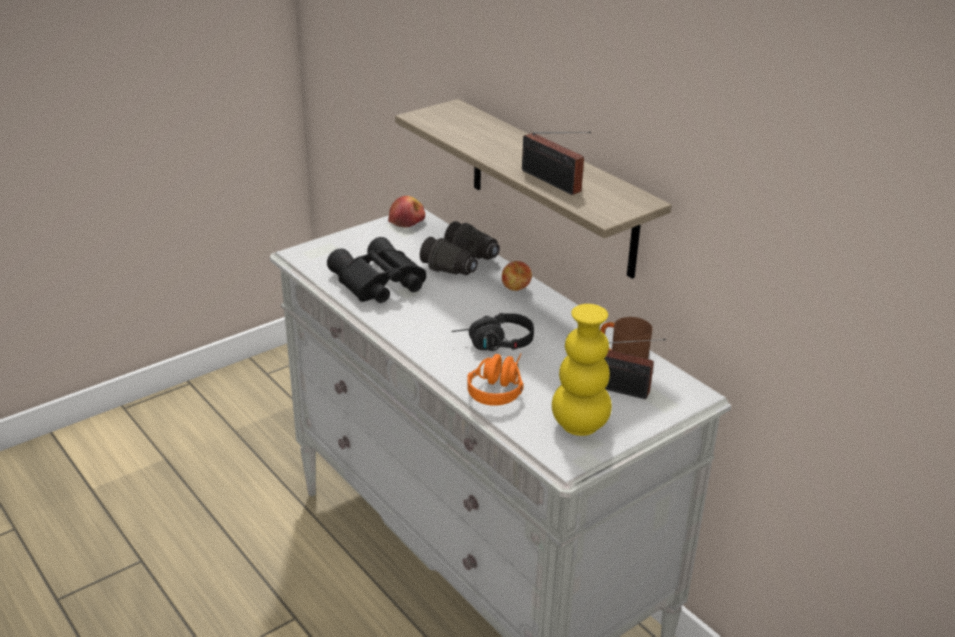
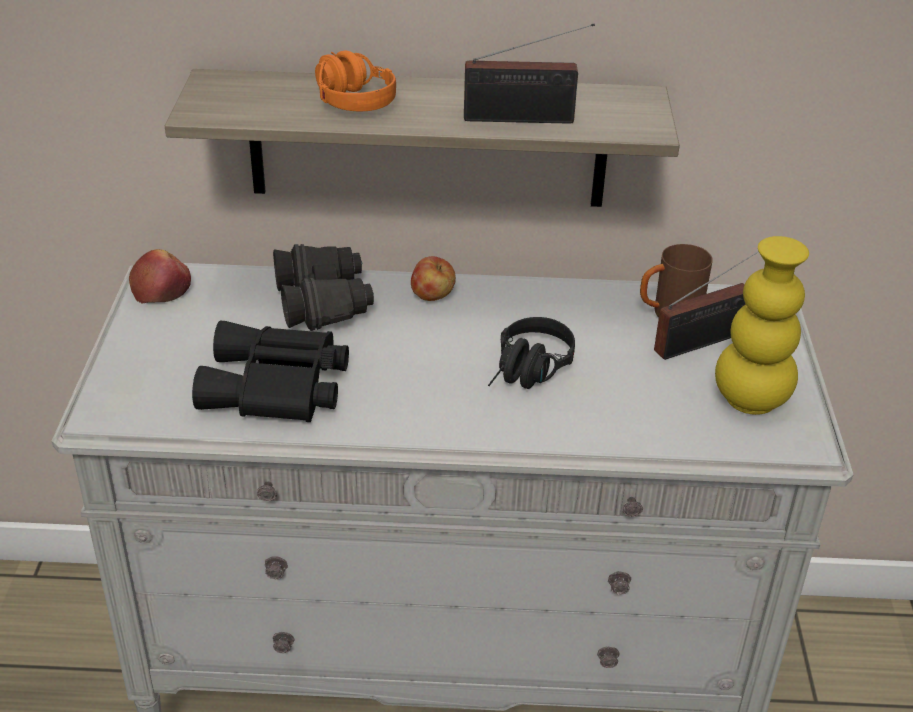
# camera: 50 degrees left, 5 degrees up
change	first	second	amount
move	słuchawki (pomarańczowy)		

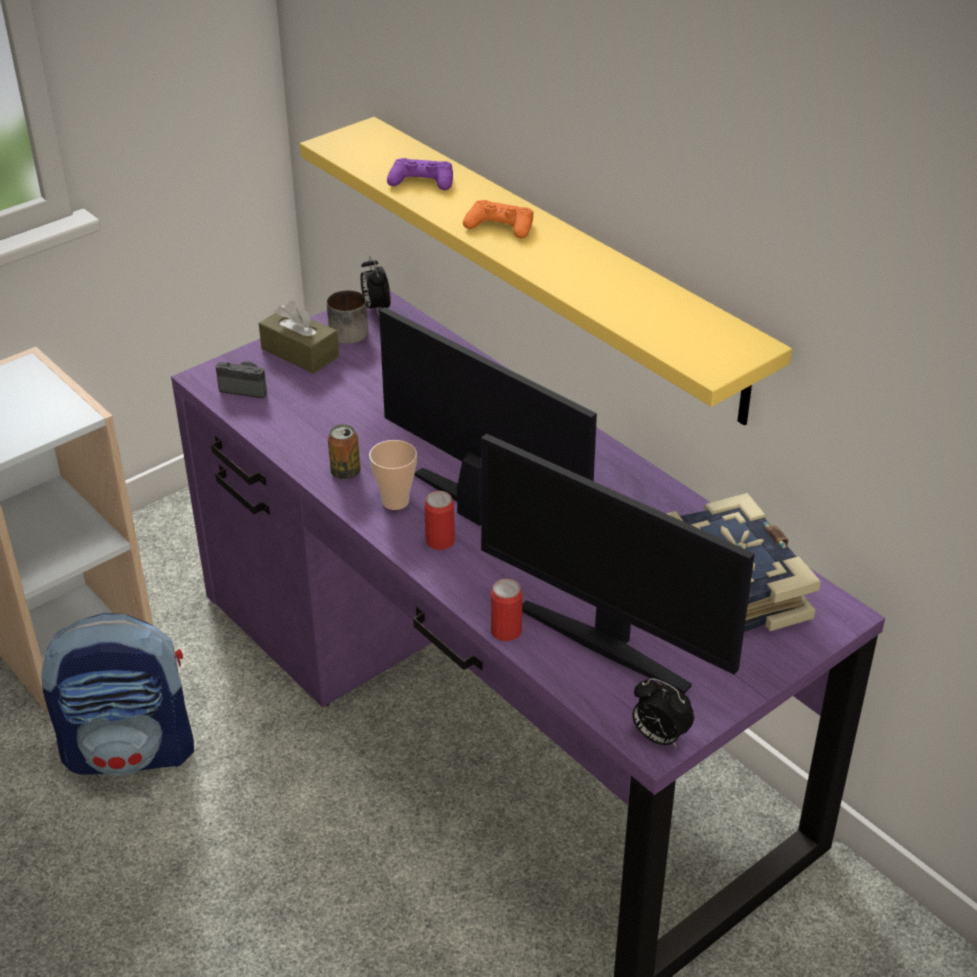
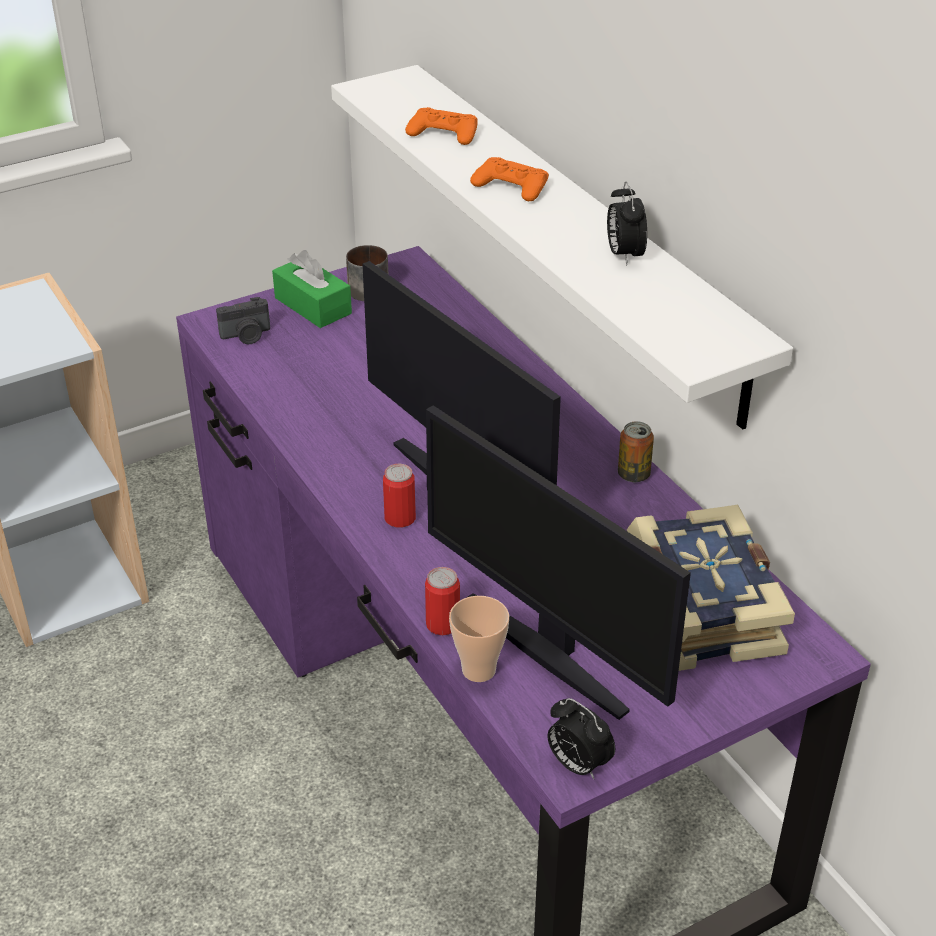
# camera: 10 degrees right, 0 degrees up
change	first	second	amount
delete	plecak		
move	puszka (1st from left in the first image)	puszka (3rd from left)	
move	budzik (1st from left in the first image)	budzik (2nd from left)	
move	filiżanka		
recolor	pudełko chusteczek (brązowy)	pudełko chusteczek (zielony)	
recolor	półka (żółty)	półka (biały)	
recolor	pad do gier (fioletowy)	pad do gier (pomarańczowy) (1st from left)	
rotate	aparat fotograficzny		135 degrees clockwise

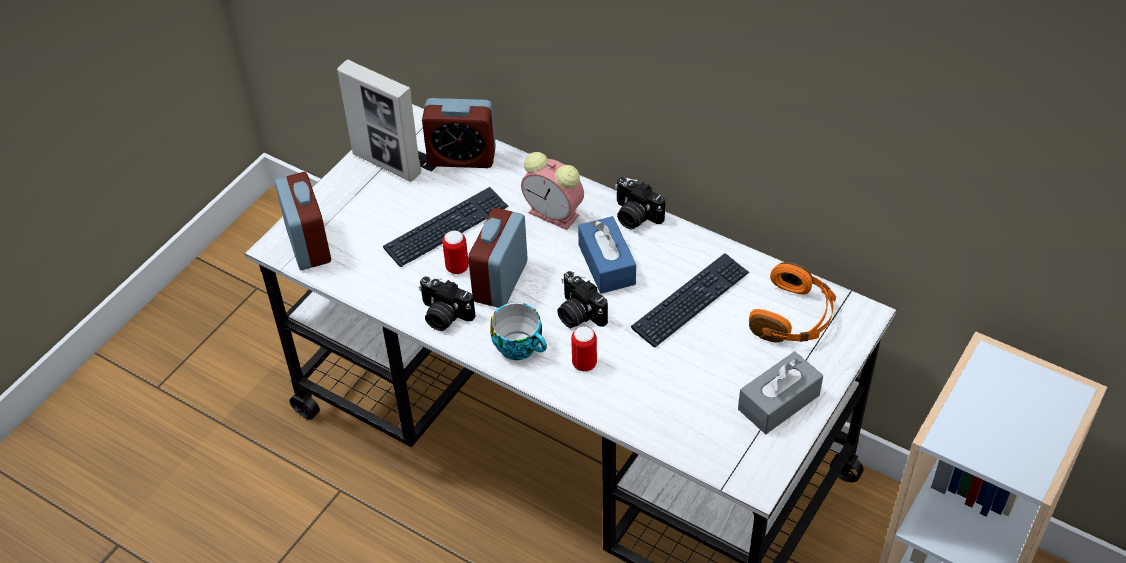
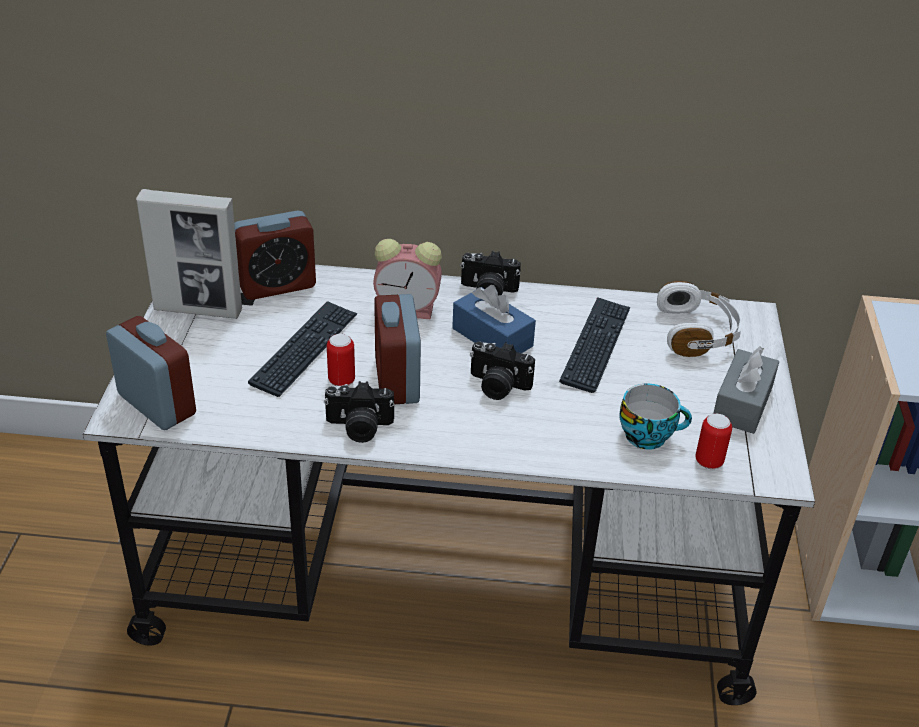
# camera: 30 degrees left, 10 degrees down
change	first	second	amount
move	filiżanka		
move	puszka (2nd from left)		
recolor	słuchawki (pomarańczowy)	słuchawki (biały)	

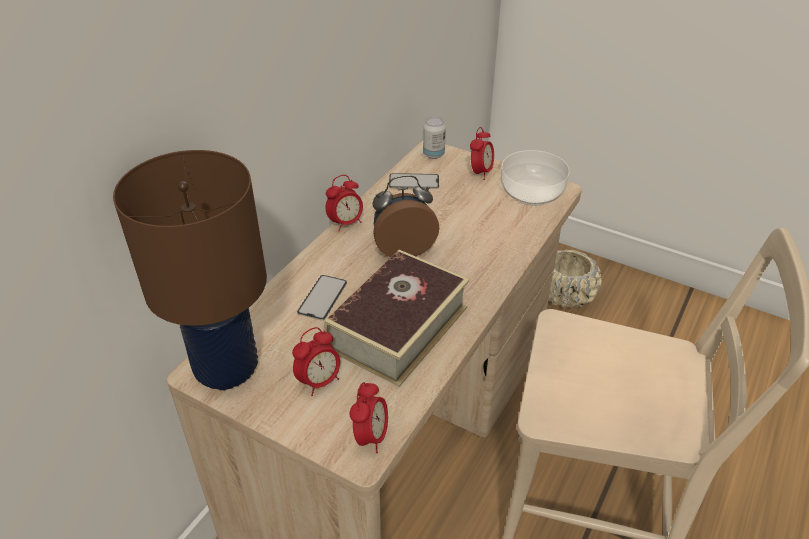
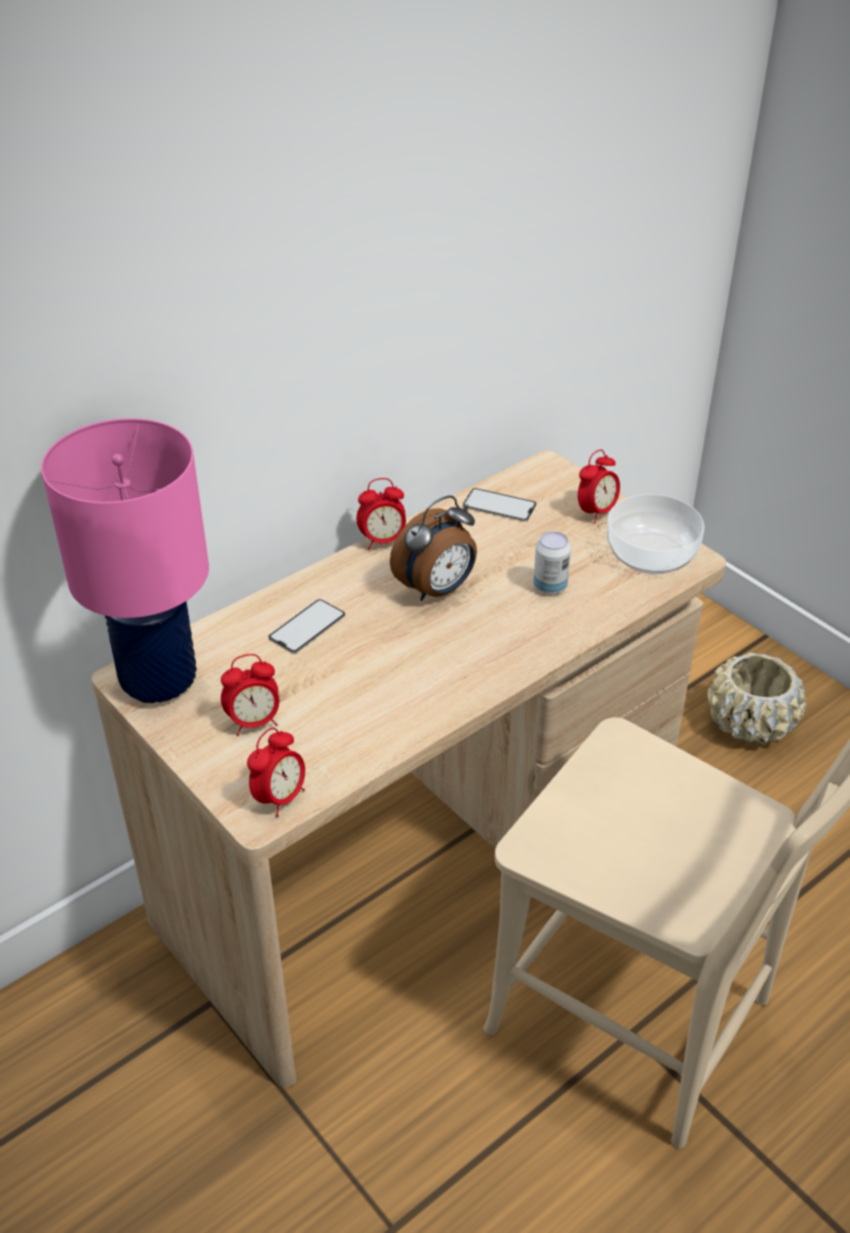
# camera: 20 degrees right, 0 degrees up
change	first	second	amount
delete	książka		
move	puszka		
recolor	lampa stołowa (brązowy)	lampa stołowa (różowy)	
rotate	budzik (4th from left)		135 degrees clockwise

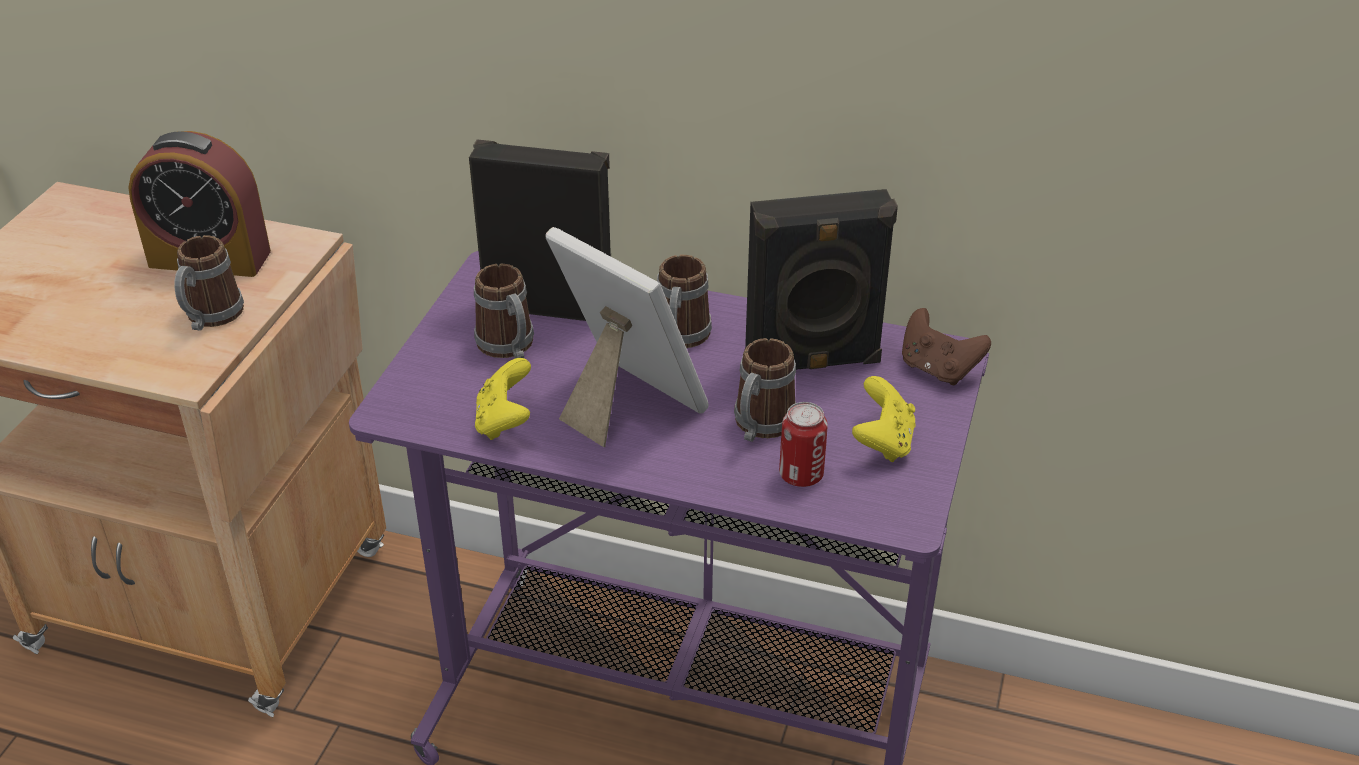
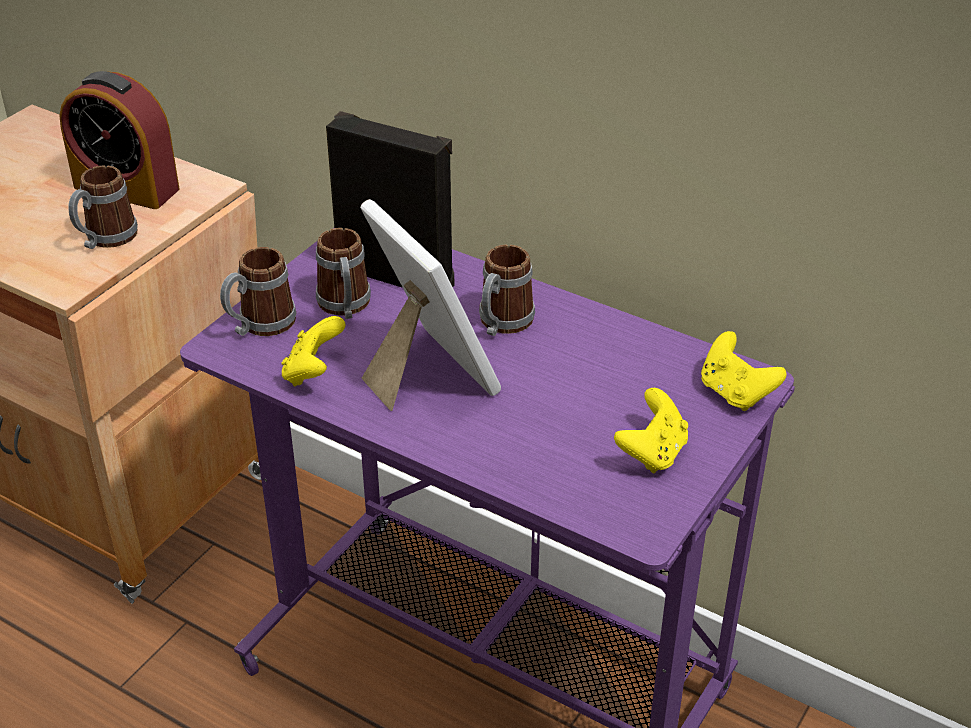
# camera: 15 degrees right, 0 degrees up
change	first	second	amount
delete	głośnik (czarny) (2nd from left)		
delete	puszka		
move	kubek (4th from left in the first image)	kubek (2nd from left)	
recolor	pad do gier (brązowy)	pad do gier (żółty) (3rd from left)	

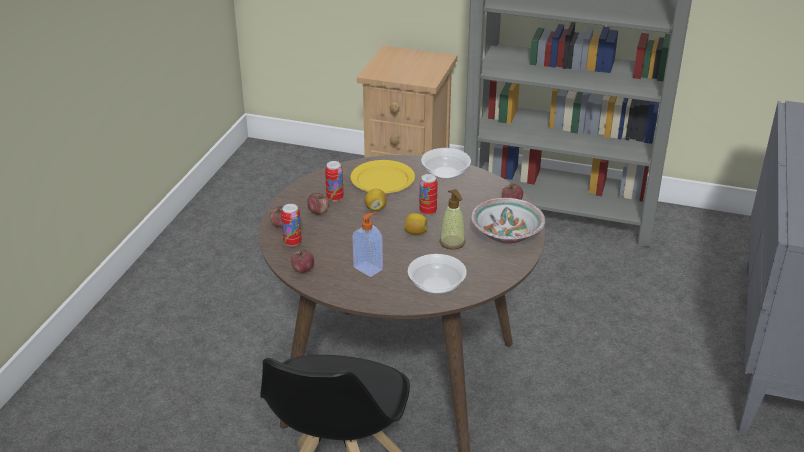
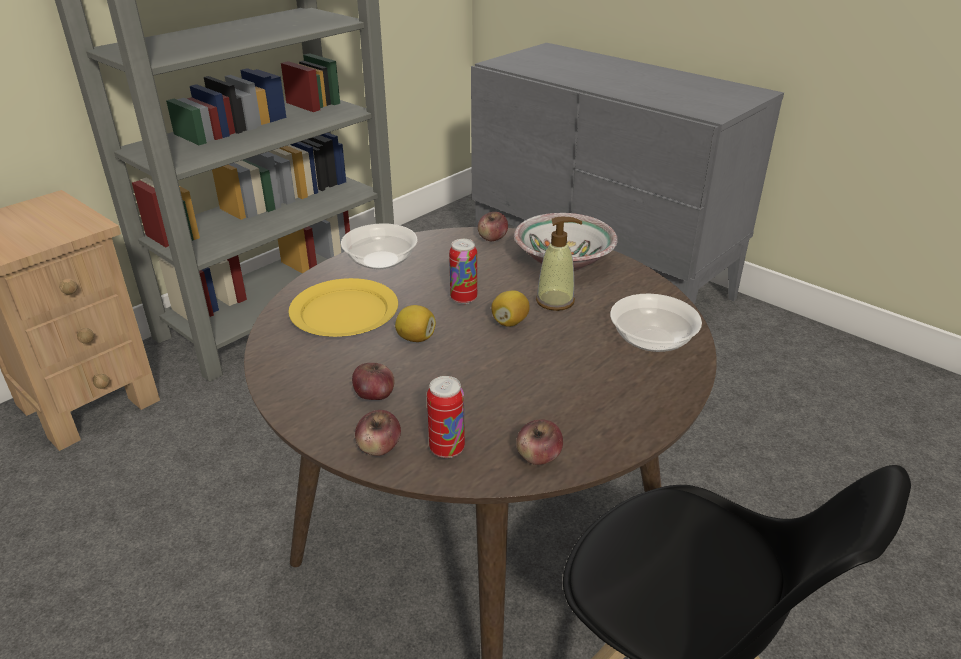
# camera: 65 degrees left, 0 degrees up
change	first	second	amount
delete	puszka (2nd from left)		
delete	dozownik mydła (1st from left)		

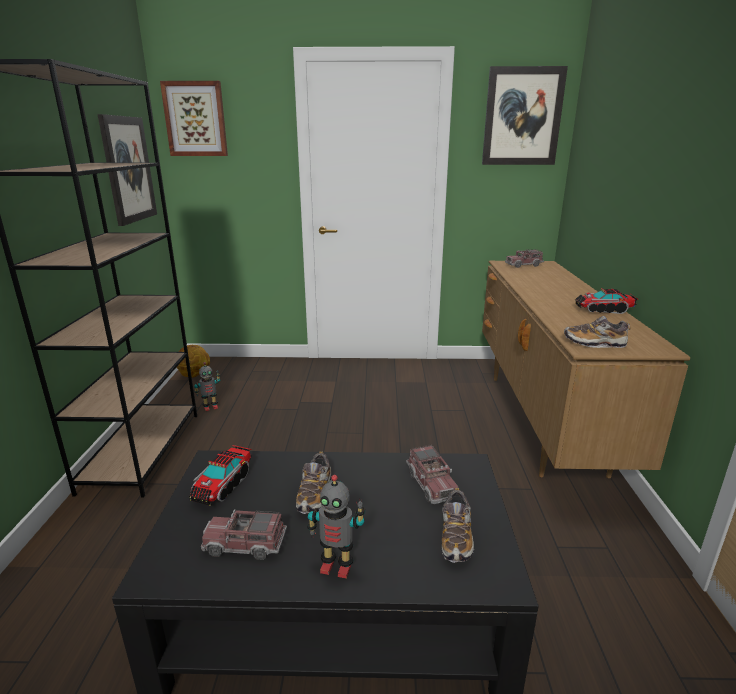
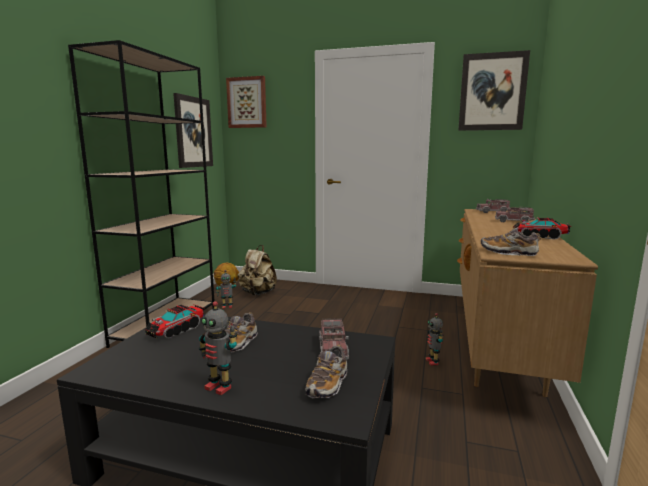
# camera: 15 degrees right, 10 degrees down
change	first	second	amount
insert		plecak (beżowy)	
insert		robot zabawkowy (3rd from left)	
move	ciężarówka zabawkowa (2nd from left in the first image)	ciężarówka zabawkowa (4th from left)	

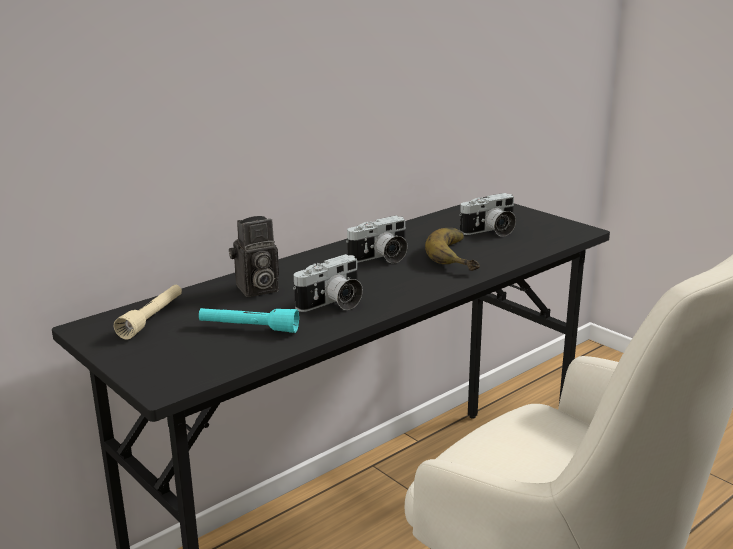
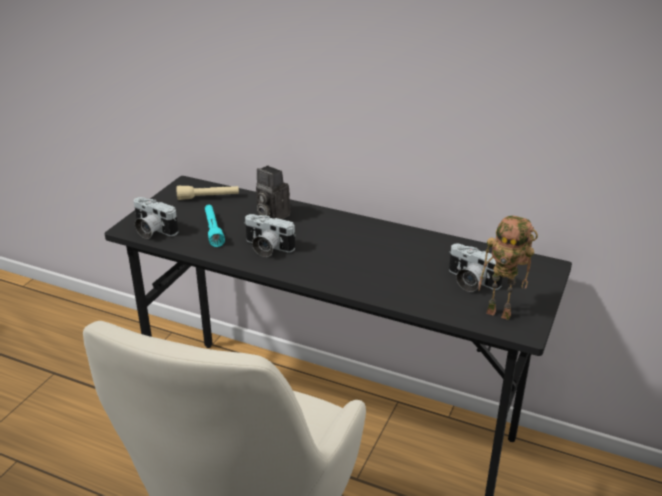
# camera: 65 degrees right, 10 degrees up
change	first	second	amount
delete	banan		
insert		robot zabawkowy	
move	aparat fotograficzny (3rd from left in the first image)	aparat fotograficzny (1st from left)	

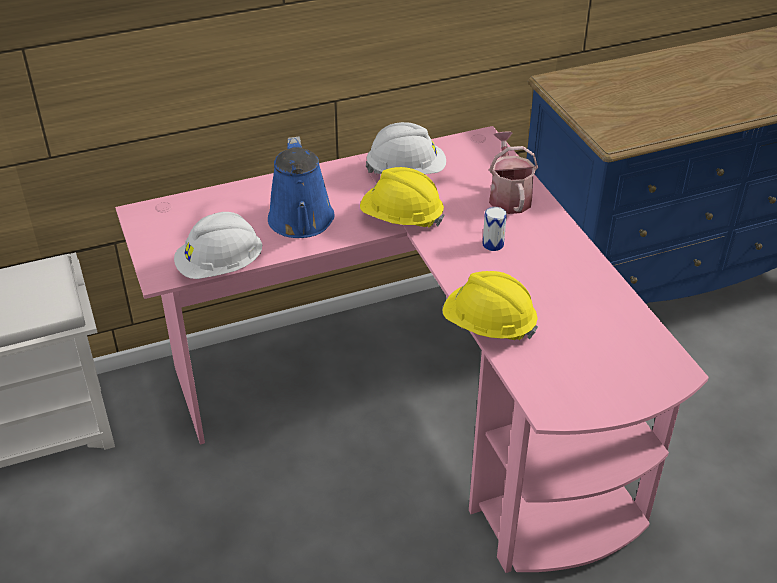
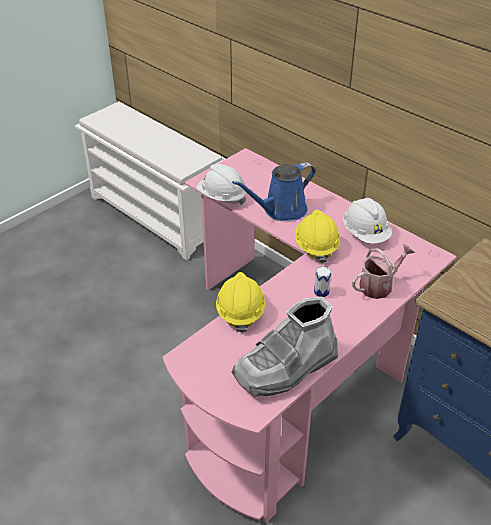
# camera: 65 degrees right, 0 degrees up
change	first	second	amount
insert		but z cholewką (szary)	

